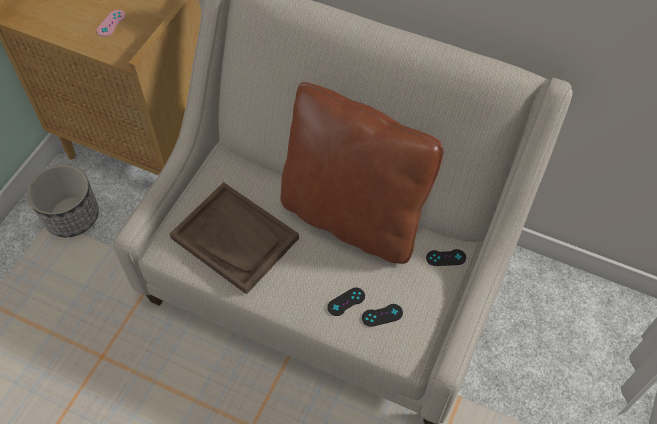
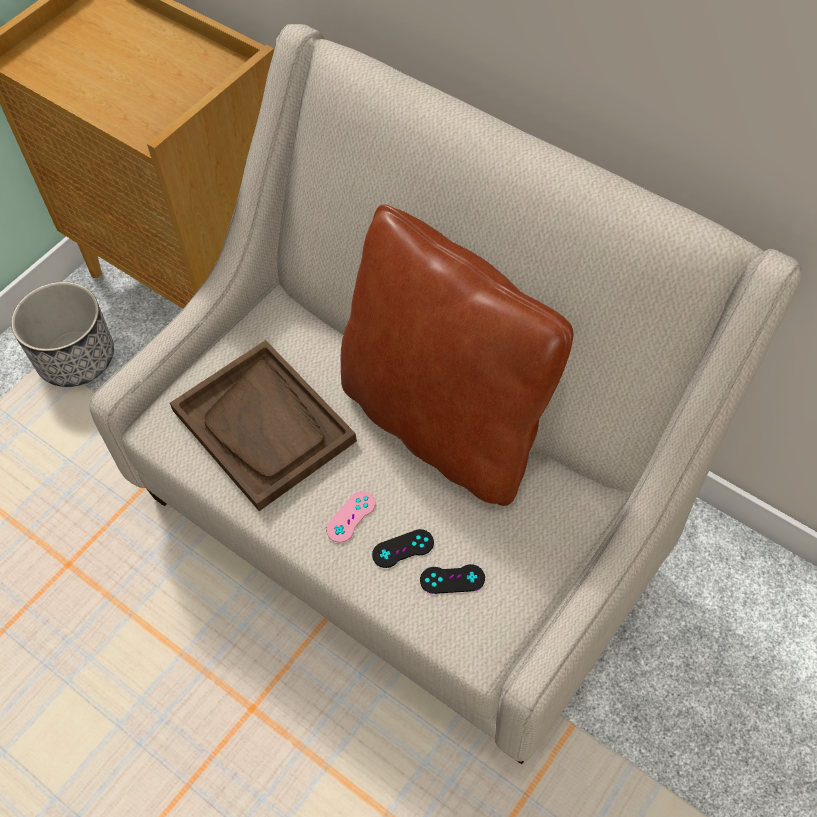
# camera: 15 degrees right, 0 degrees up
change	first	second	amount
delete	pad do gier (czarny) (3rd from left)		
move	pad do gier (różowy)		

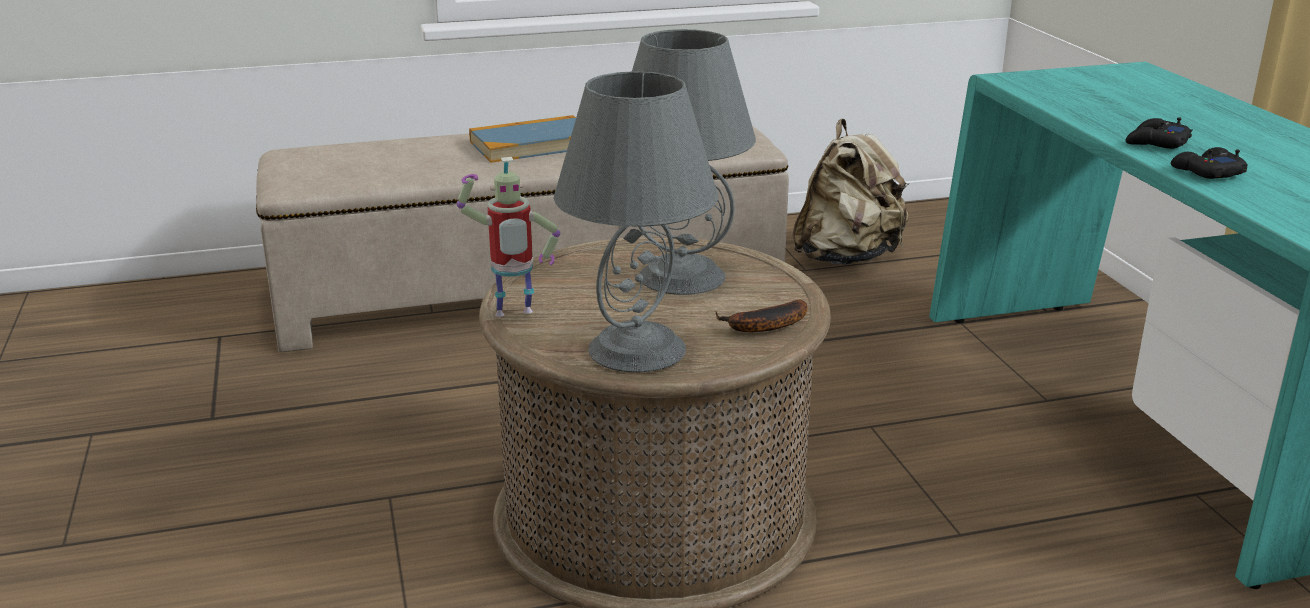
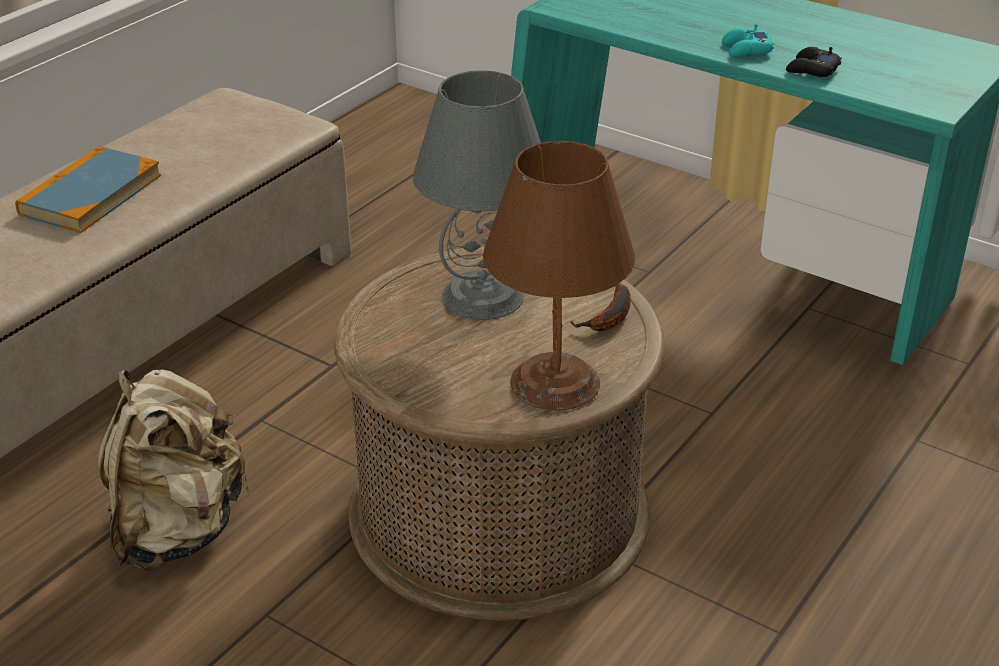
# camera: 40 degrees left, 10 degrees up
change	first	second	amount
delete	robot zabawkowy		
move	plecak (beżowy)		
recolor	lampa stołowa (szary) (1st from left)	lampa stołowa (brązowy)	
recolor	pad do gier (czarny) (1st from left)	pad do gier (turkusowy)	

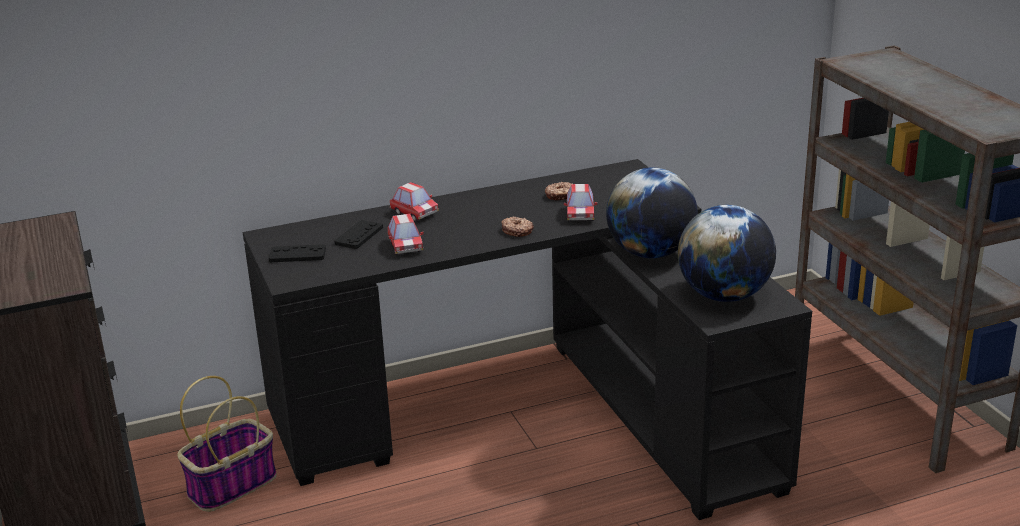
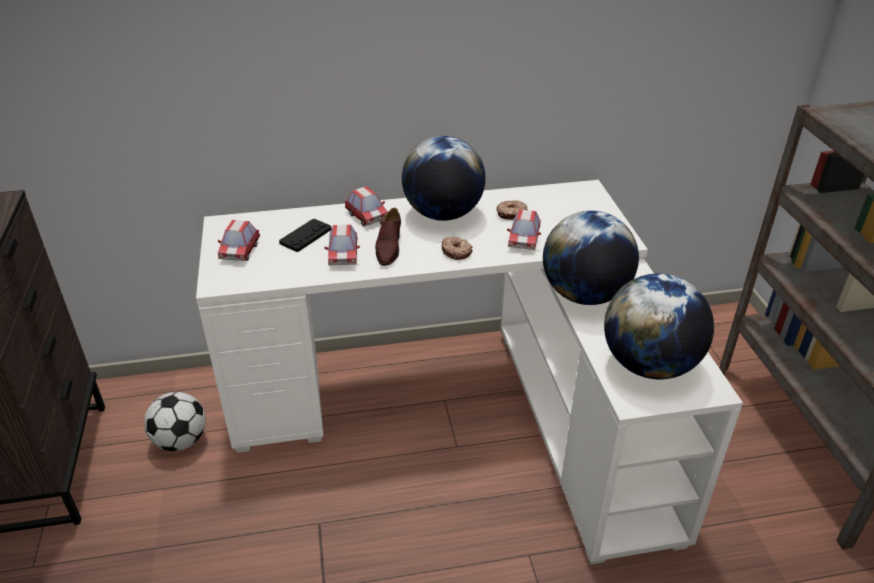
# camera: 10 degrees right, 10 degrees up
change	first	second	amount
insert		but (brązowy)	
insert		globus (1st from left)	
replace	koszyk	piłka futbolowa	
replace	pad do gier (czarny) (1st from left)	samochodzik (1st from left)	
recolor	biurko (czarny)	biurko (biały)	

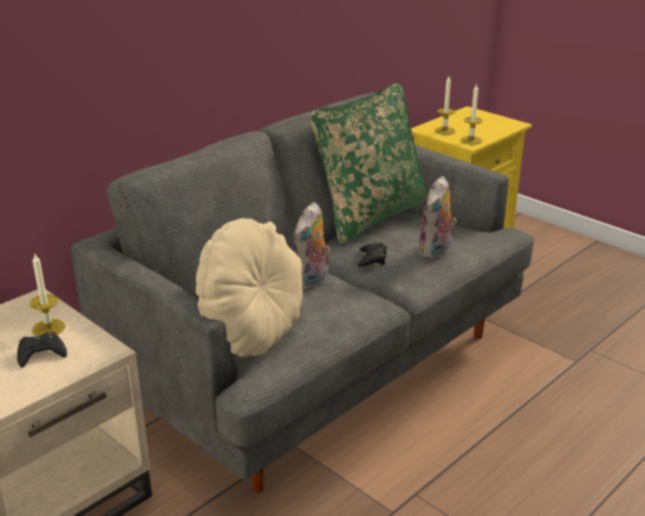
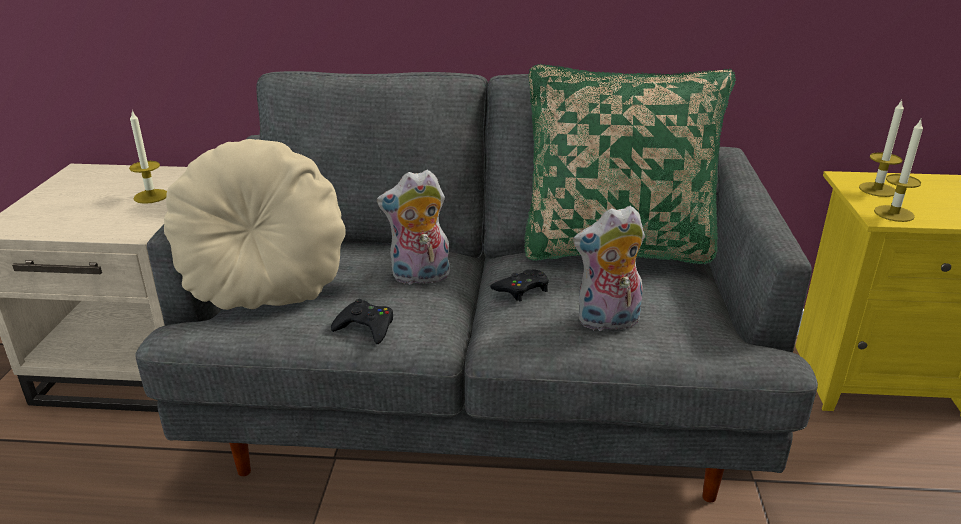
# camera: 50 degrees right, 0 degrees up
change	first	second	amount
move	pad do gier (czarny) (1st from left)		

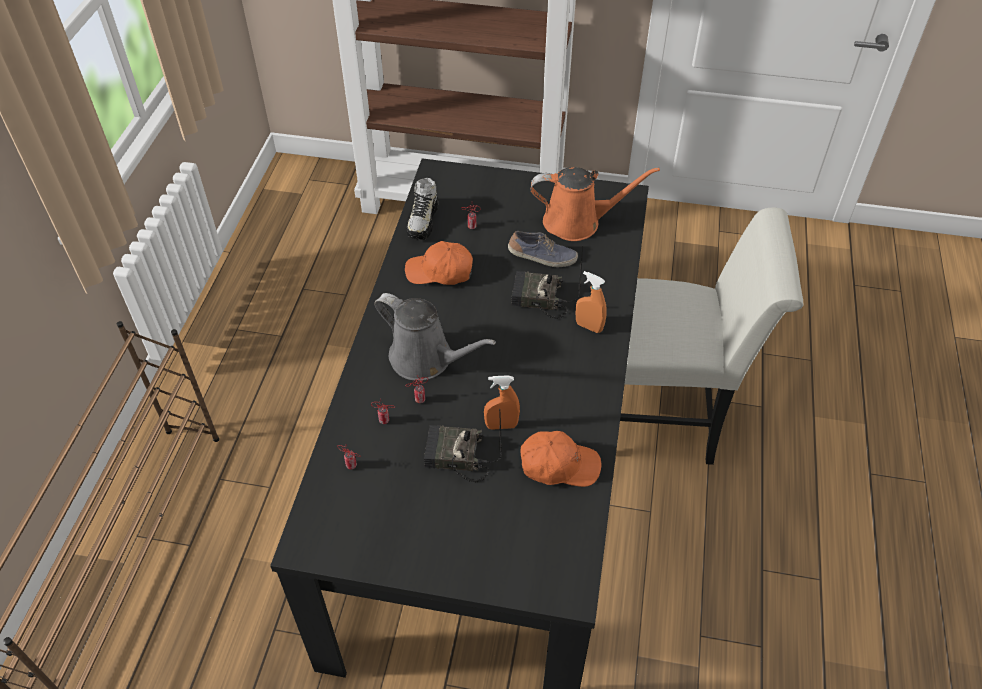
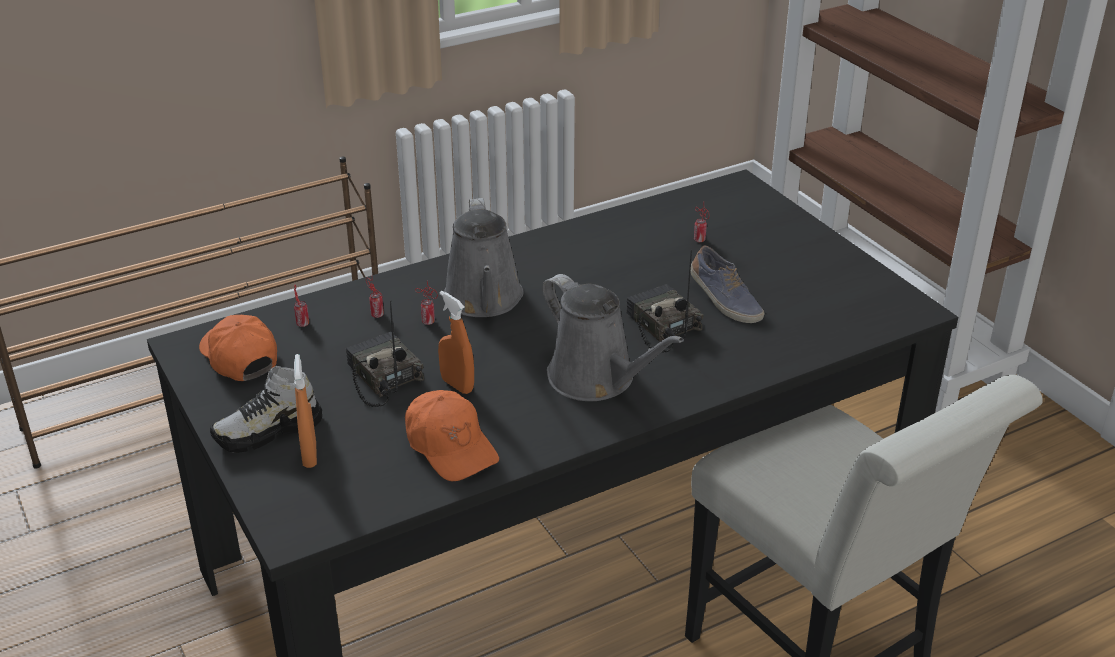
# camera: 50 degrees right, 15 degrees down
change	first	second	amount
delete	konewka (pomarańczowy)		
insert		konewka (szary) (2nd from left)	
move	czapka z daszkiem (pomarańczowy) (1st from left)		
move	but (1st from left)		
move	spryskiwacz (pomarańczowy) (2nd from left in the first image)	spryskiwacz (pomarańczowy) (1st from left)	

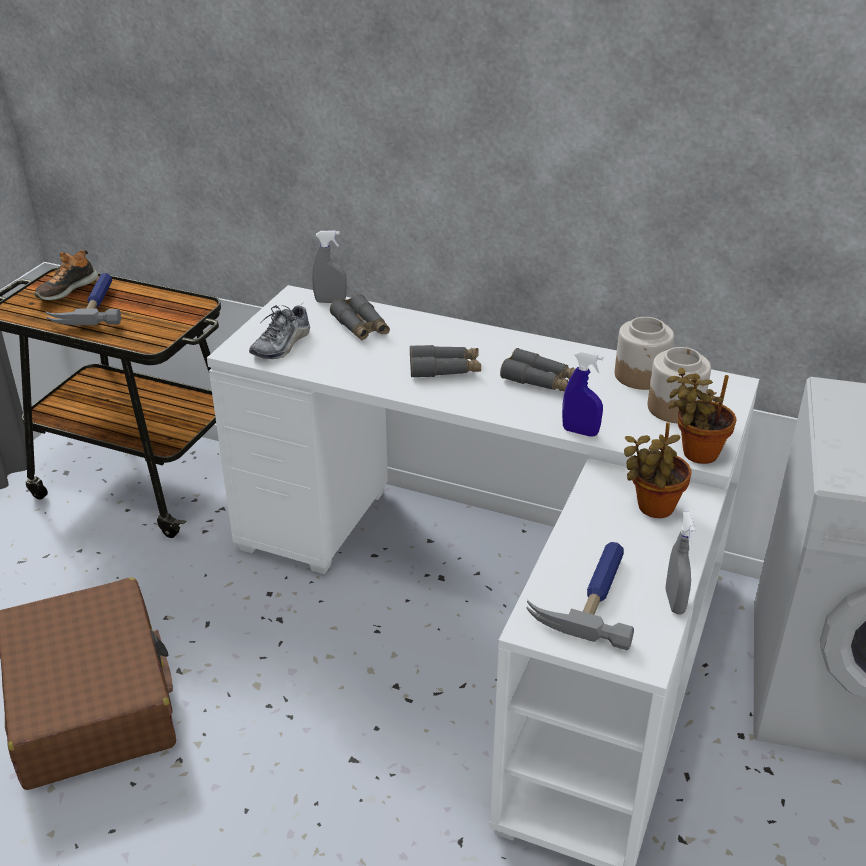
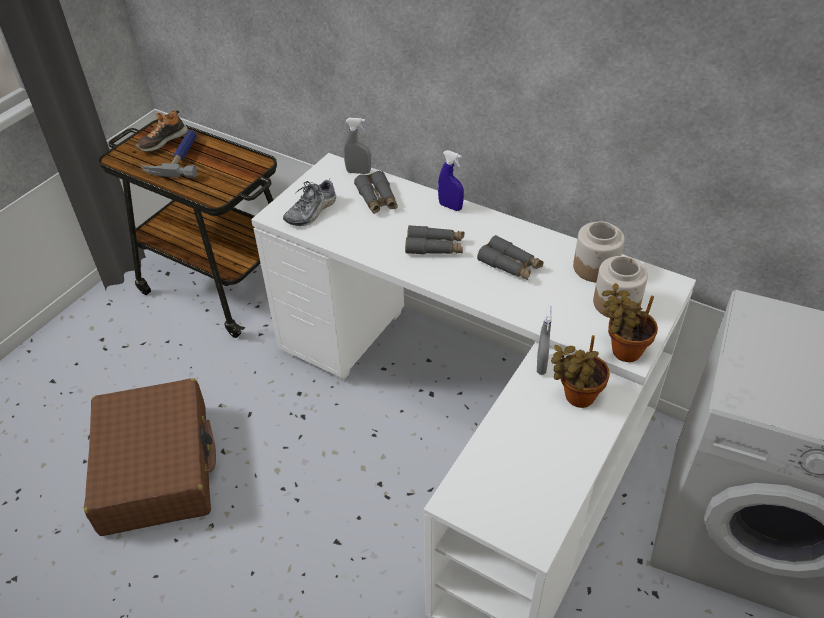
# camera: 10 degrees right, 10 degrees up
change	first	second	amount
delete	młotek (2nd from left)		
move	spryskiwacz (niebieski)		
move	spryskiwacz (szary) (2nd from left)		

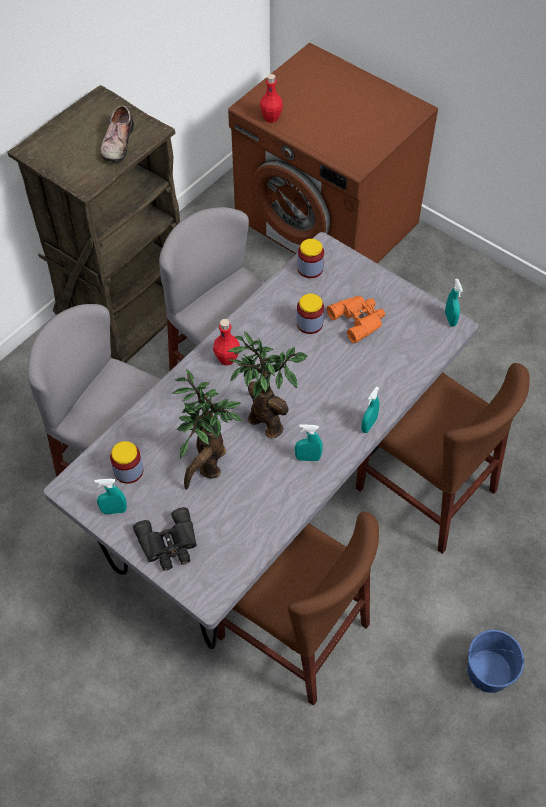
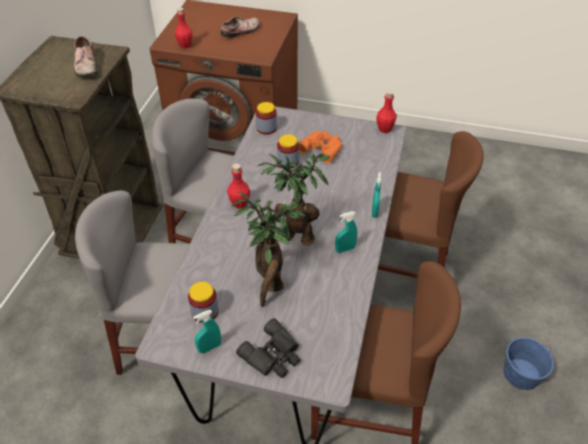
# camera: 25 degrees left, 10 degrees down
change	first	second	amount
insert		but (2nd from left)	
replace	spryskiwacz (turkusowy) (4th from left)	butelka (czerwony) (3rd from left)	

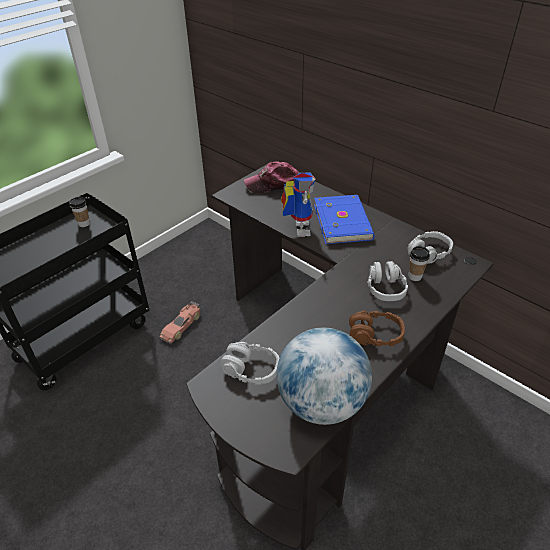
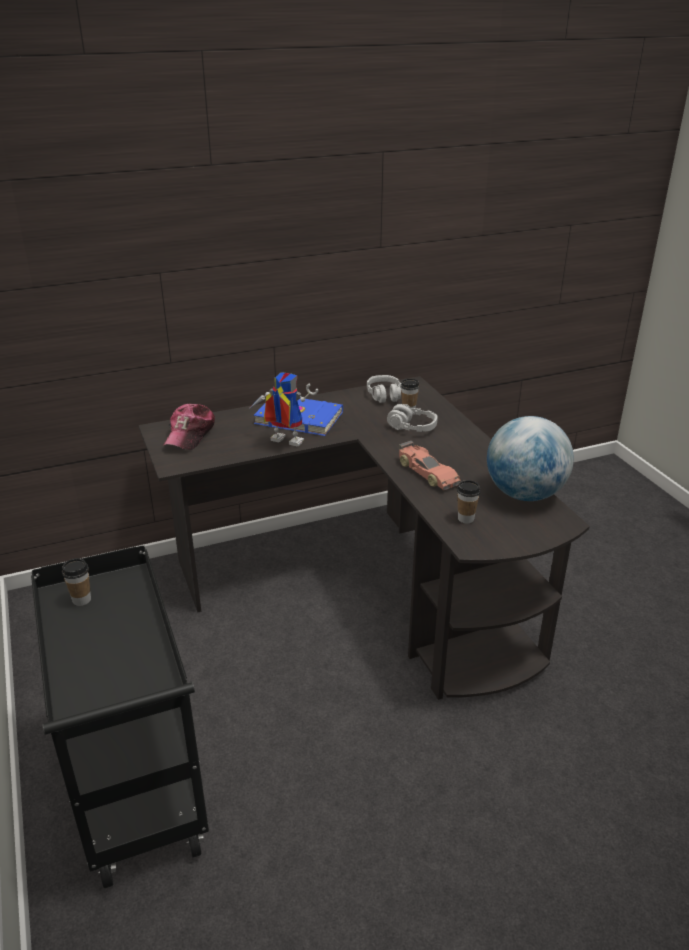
# camera: 65 degrees left, 10 degrees down
change	first	second	amount
delete	słuchawki (brązowy)		
move	samochodzik		
replace	słuchawki (szary) (1st from left)	filiżanka (3rd from left)	

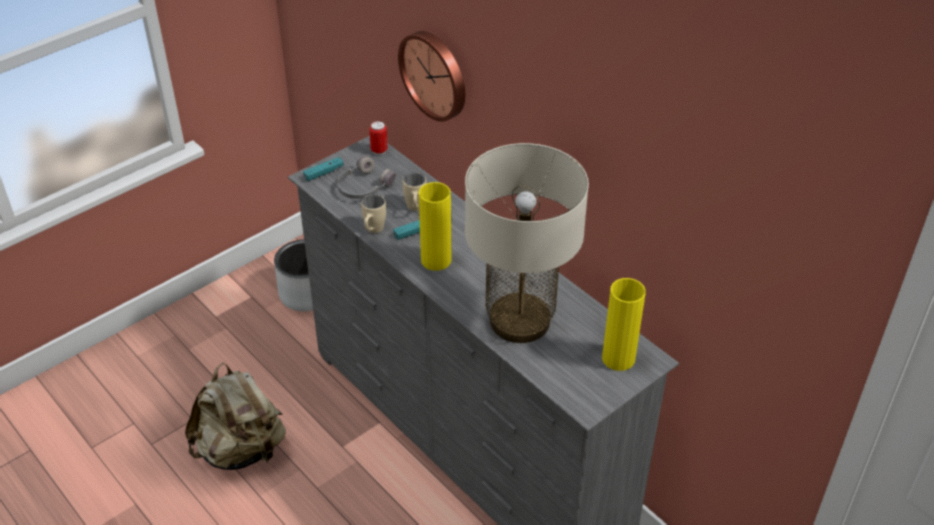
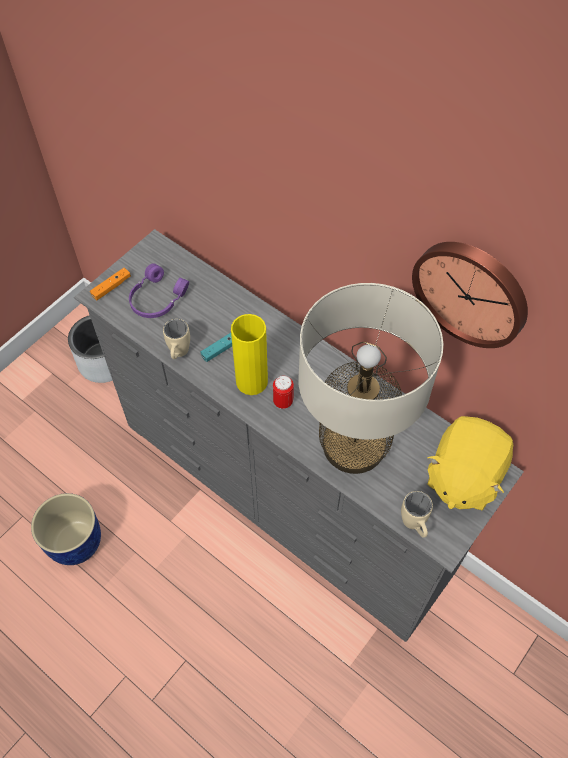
# camera: 10 degrees left, 15 degrees up
change	first	second	amount
move	puszka		
move	zegar ścienny		
move	kubek (beżowy) (2nd from left)		
replace	plecak (beżowy)	donica (niebieski)	
replace	wazon (żółty) (2nd from left)	pluszak (żółty)	
recolor	pad do gier (turkusowy) (1st from left)	pad do gier (pomarańczowy)	
recolor	słuchawki (szary)	słuchawki (fioletowy)	

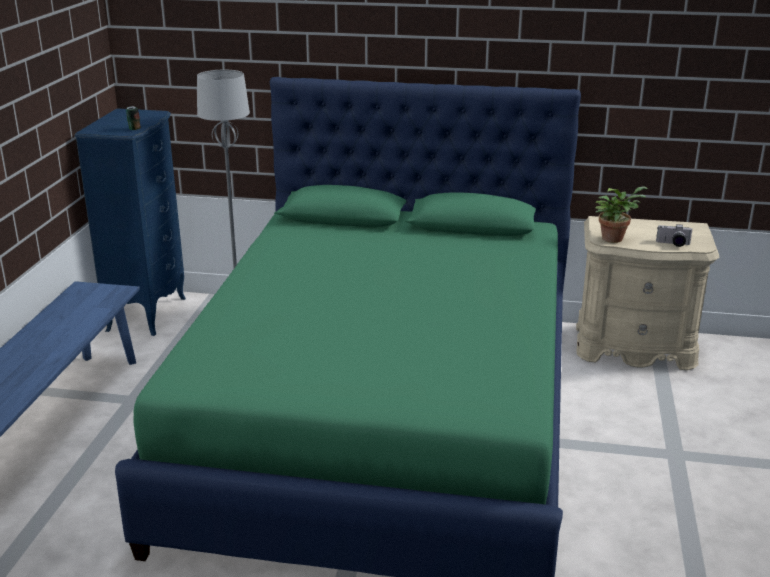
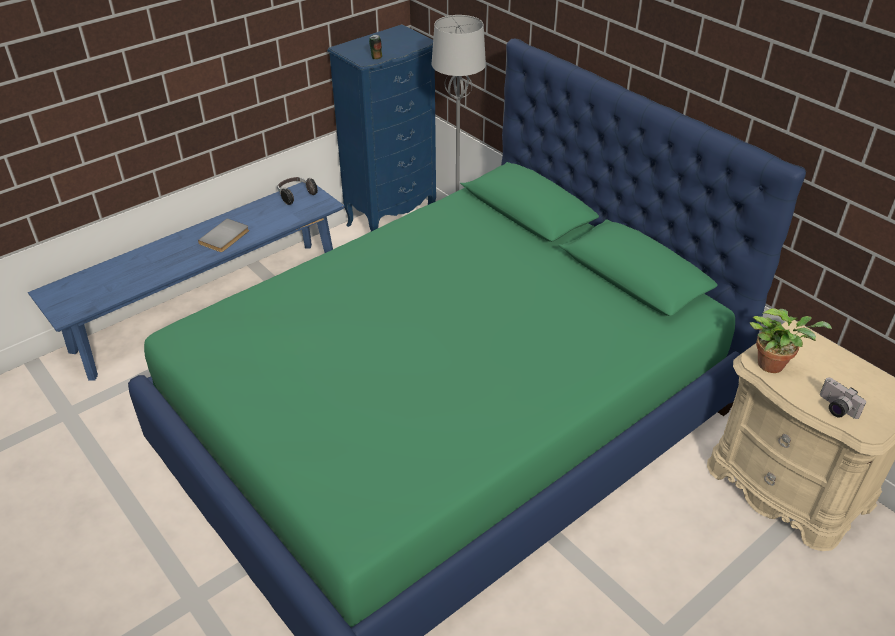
# camera: 40 degrees right, 15 degrees up
change	first	second	amount
insert		książka (szary)	
insert		słuchawki	

